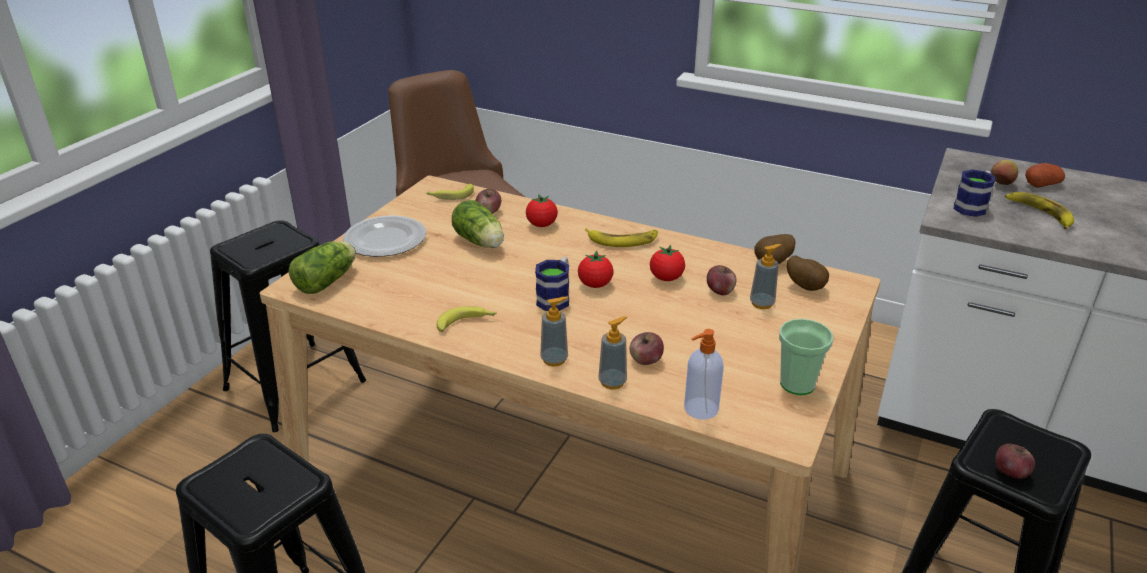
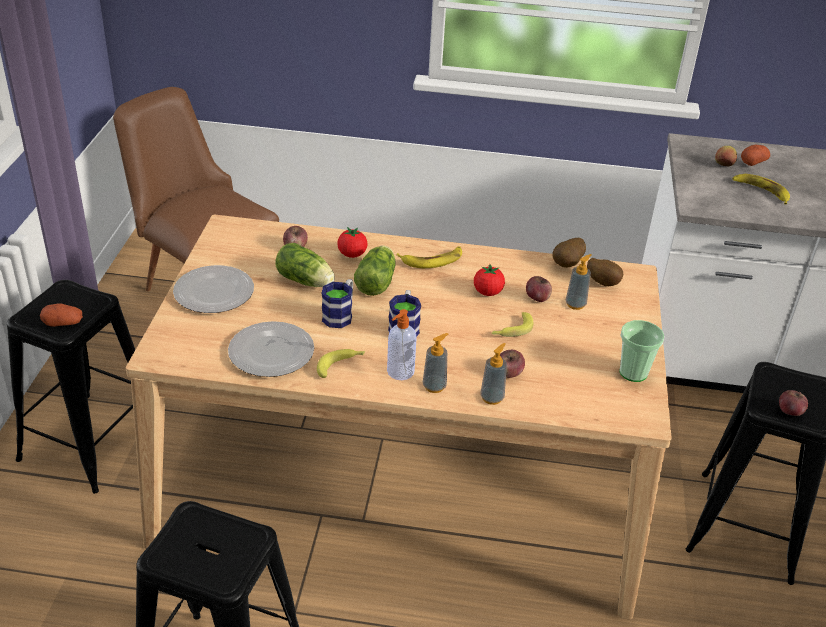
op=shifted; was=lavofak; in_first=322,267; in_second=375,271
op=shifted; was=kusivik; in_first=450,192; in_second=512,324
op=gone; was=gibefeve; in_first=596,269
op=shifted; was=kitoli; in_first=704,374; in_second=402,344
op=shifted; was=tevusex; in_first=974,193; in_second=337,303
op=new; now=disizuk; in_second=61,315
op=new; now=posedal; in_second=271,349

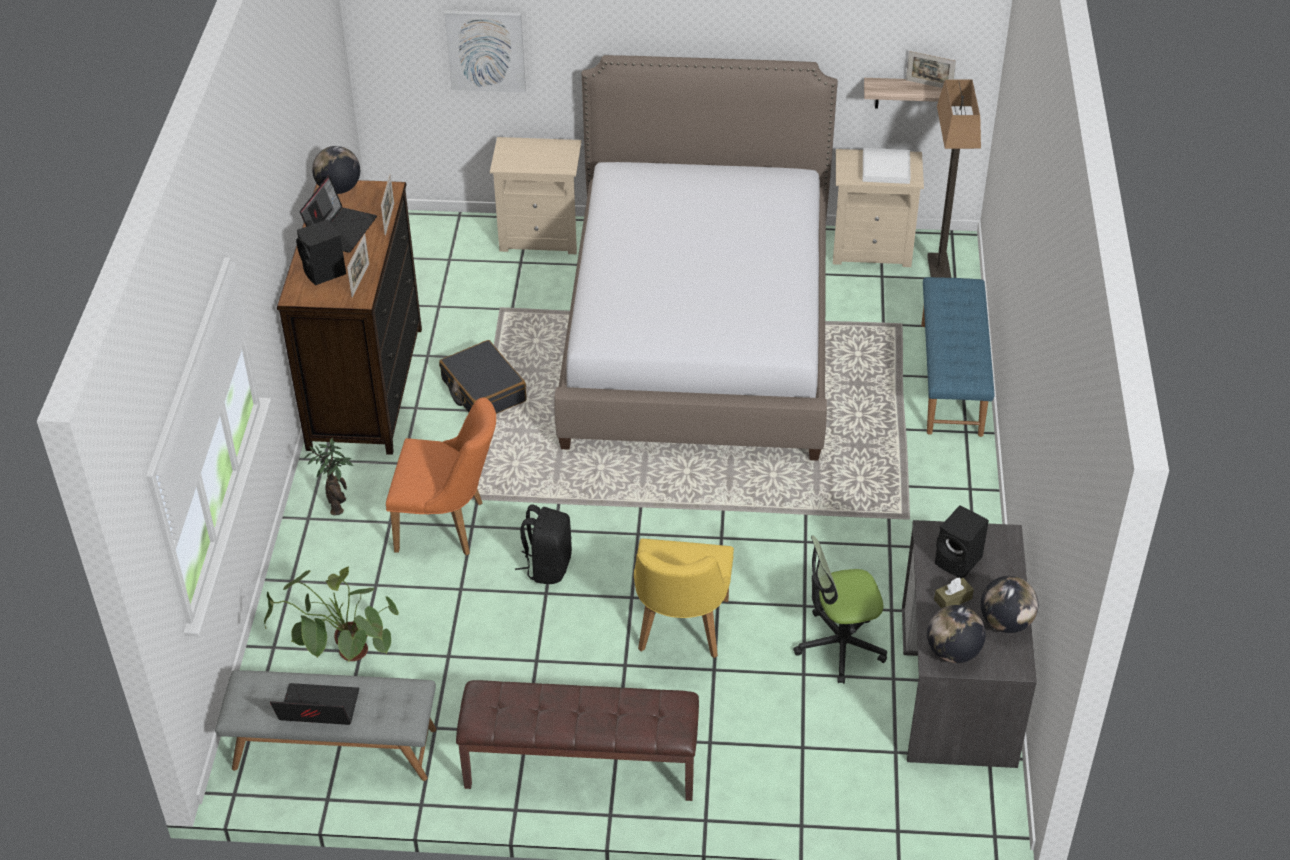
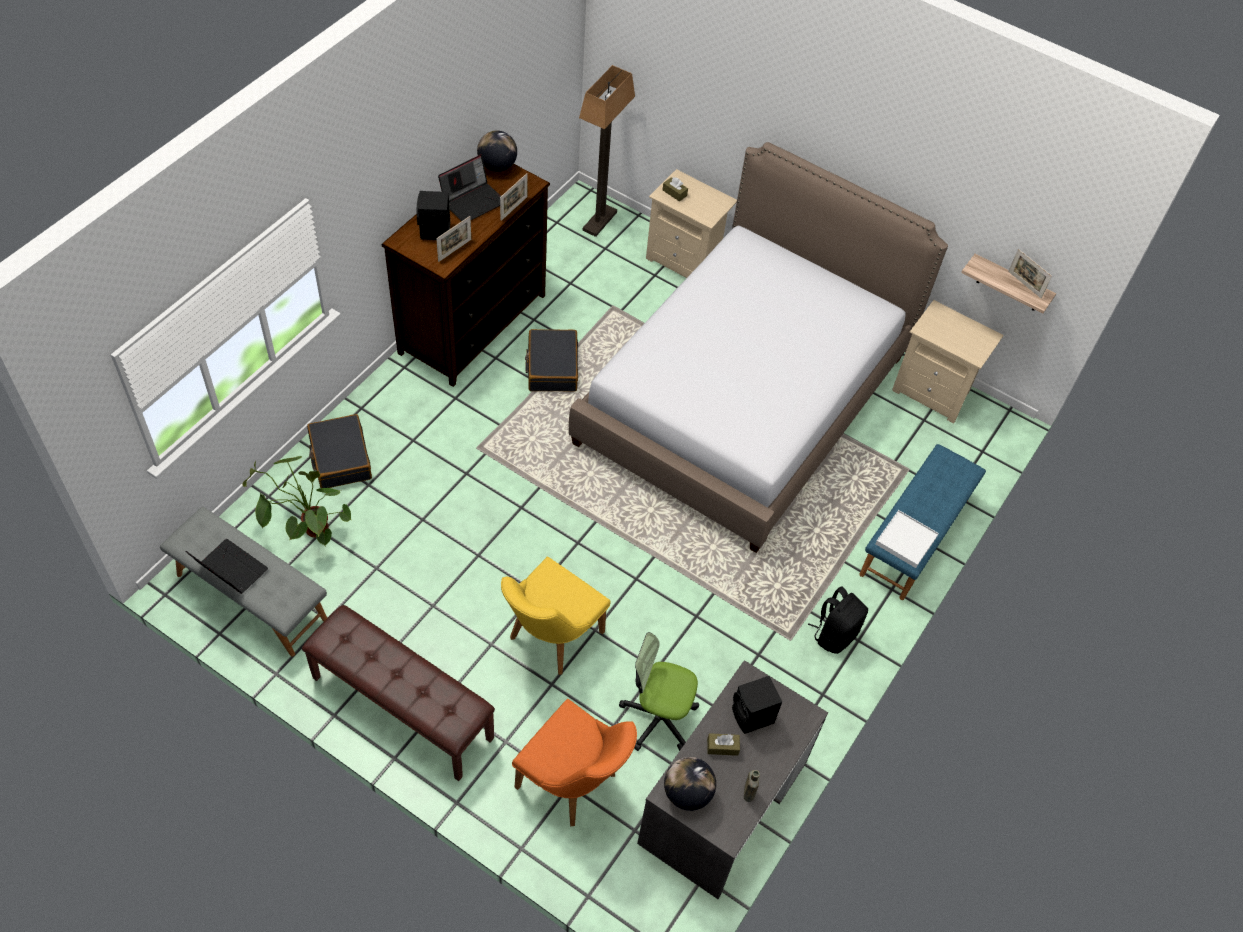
op=gone; was=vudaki; in_first=328,476
op=shifted; was=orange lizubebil; in_first=441,476; in_second=574,762
op=gone; was=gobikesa; in_first=485,51
op=shifted; was=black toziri; in_first=543,544; in_second=838,620
op=shifted; was=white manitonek; in_first=887,166; in_second=907,539
op=shifted; was=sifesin; in_first=954,178; in_second=607,151
op=swapped; was=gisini; now=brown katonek; in_first=1009,604; in_second=752,786
op=new; now=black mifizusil; in_second=339,451
op=new; now=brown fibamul; in_second=675,189

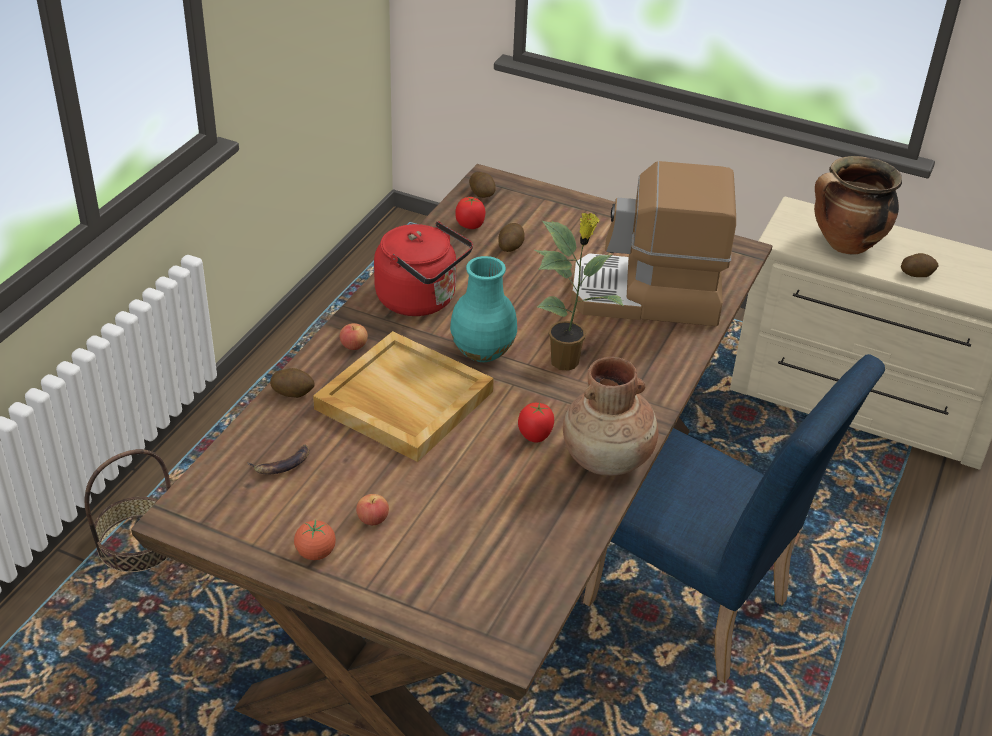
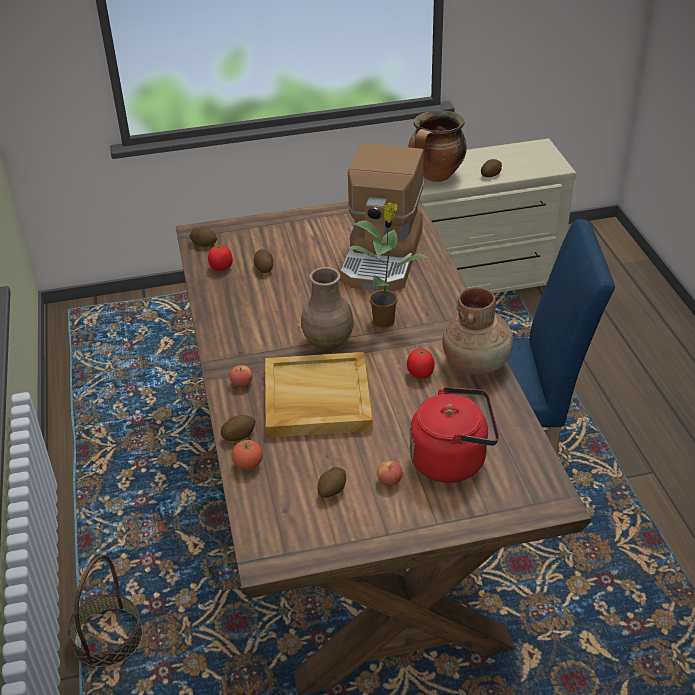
op=gone; was=kusivik; in_first=278,459
op=shifted; was=gibefeve; in_first=315,540; in_second=247,455
op=shifted; was=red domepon; in_first=423,268; in_second=454,435
op=repainted; was=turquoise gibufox; now=brown gibufox; in_first=483,309; in_second=327,308
op=rotated; was=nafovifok; in_first=653,243; in_second=382,217; clockwise=-45
op=new; now=disizuk; in_second=331,482

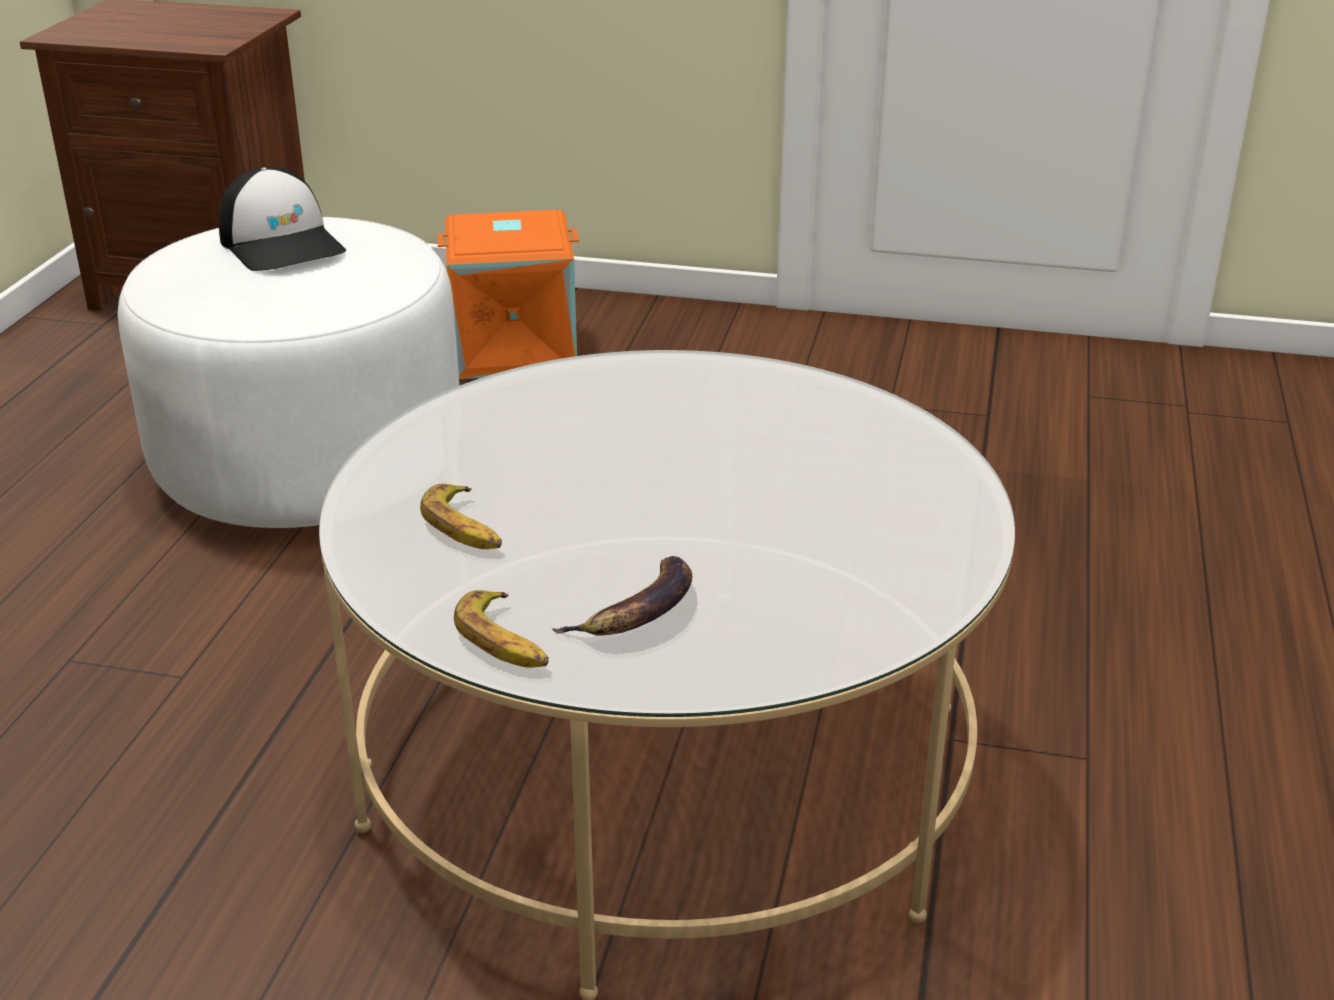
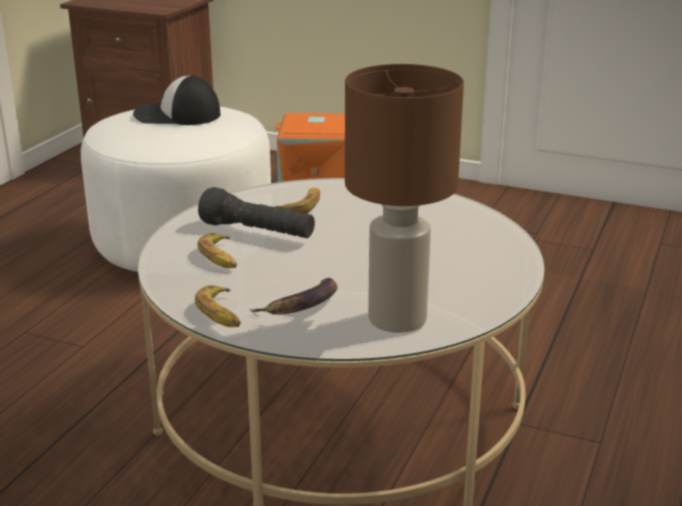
op=rotated; was=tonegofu; in_first=282,219; in_second=177,100; clockwise=120
op=new; now=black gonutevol; in_second=256,212
op=new; now=kusivik; in_second=297,201
op=new; now=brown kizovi; in_second=404,198

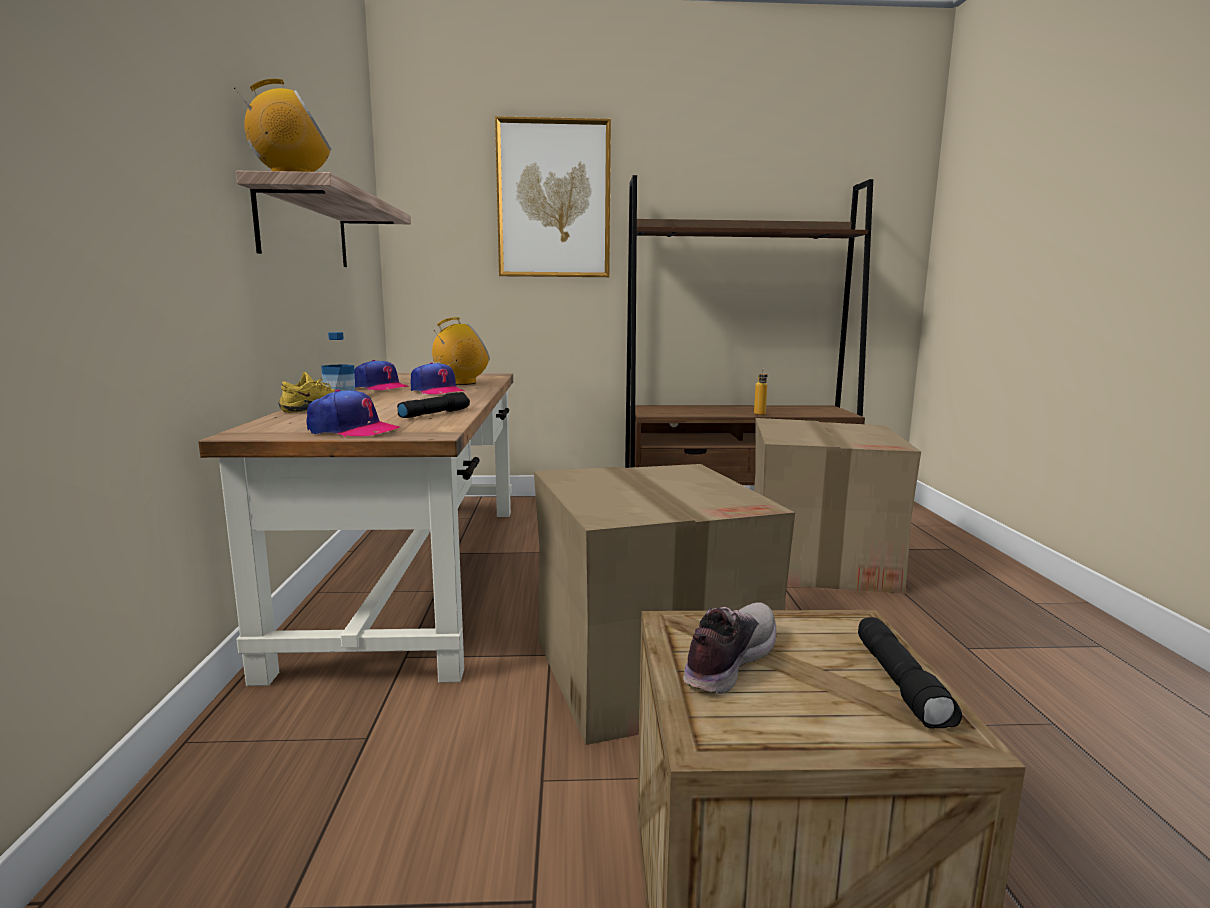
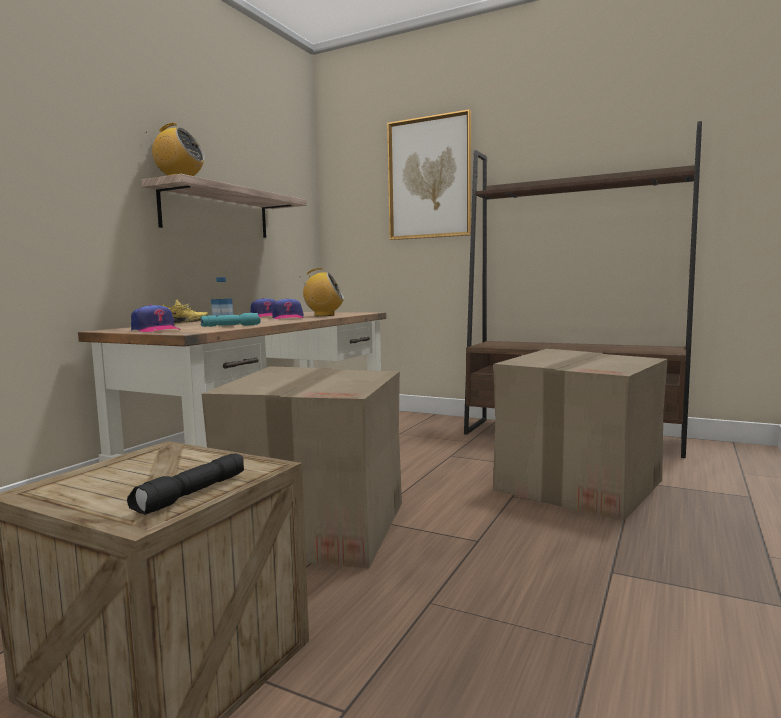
op=repainted; was=black gonutevol; now=turquoise gonutevol; in_first=433,405; in_second=230,320
op=gone; was=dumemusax; in_first=729,648
op=gone; was=katonek; in_first=761,391

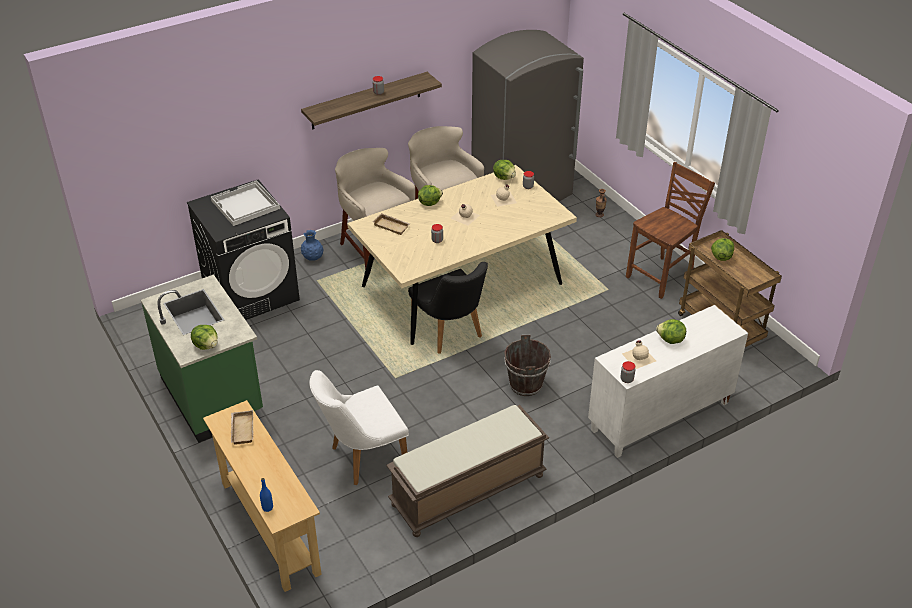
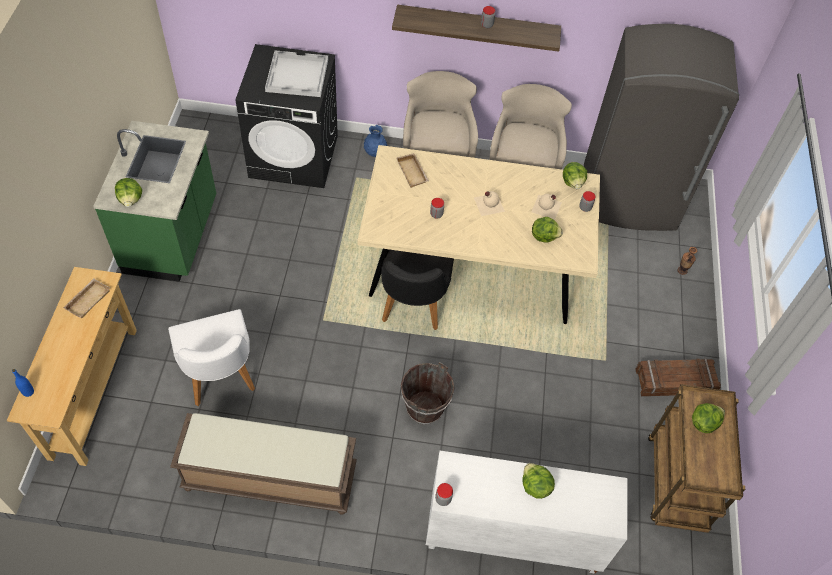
op=rotated; was=white lizubebil; in_first=359,427; in_second=211,357; clockwise=-120
op=shifted; was=lavofak; in_first=430,195; in_second=547,230
op=gone; was=beige katonek; in_first=639,354
op=swapped; was=brown lizubebil; now=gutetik; in_first=670,230; in_second=678,377

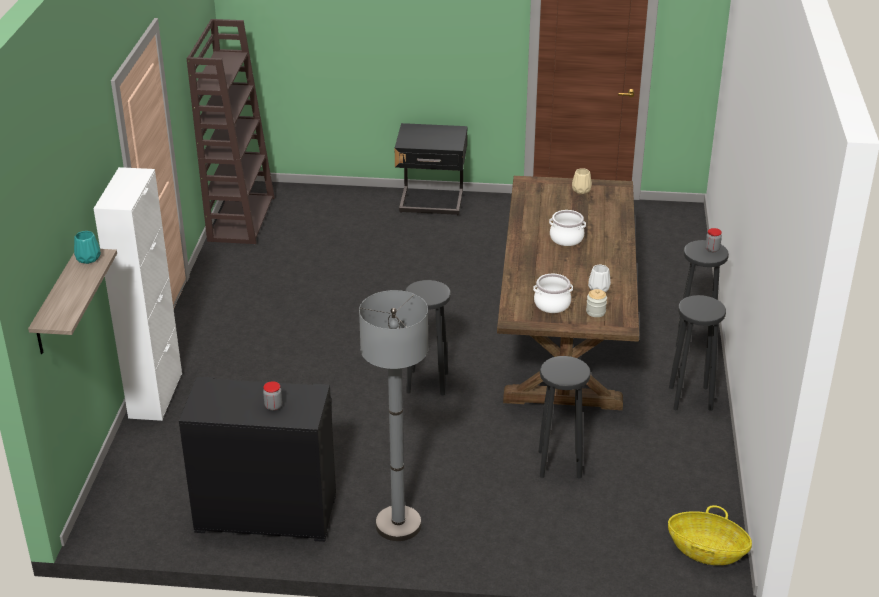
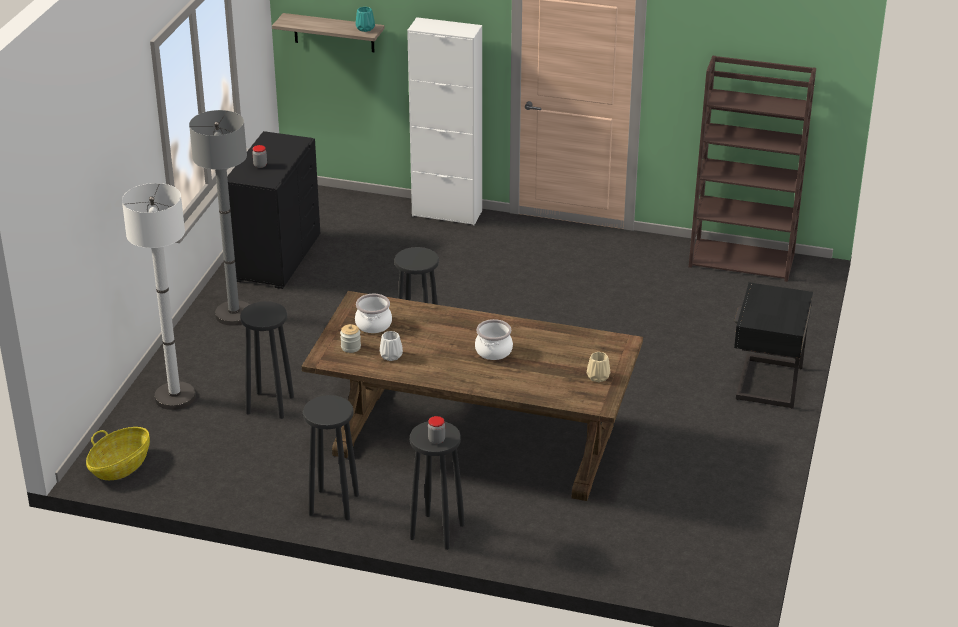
op=new; now=white sifesin; in_second=159,296

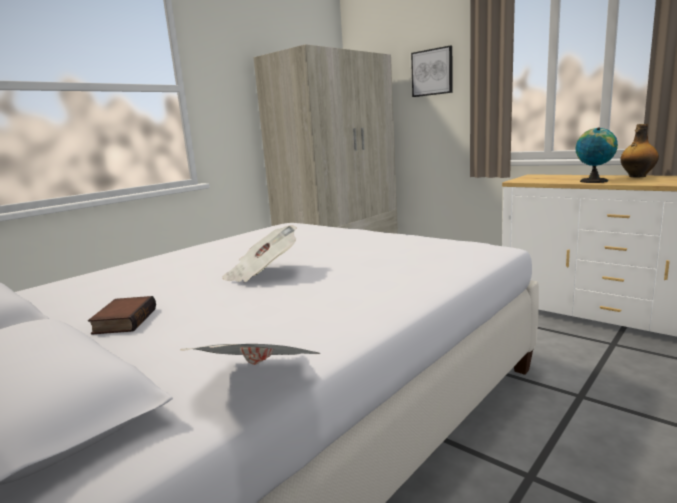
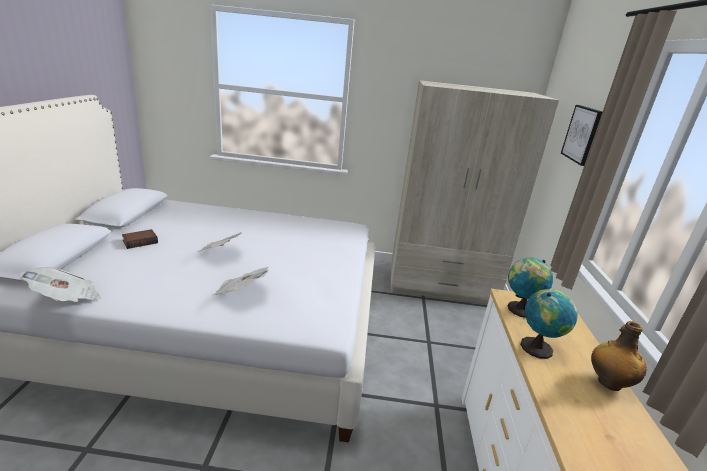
op=new; now=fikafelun; in_second=241,281
op=new; now=gisini; in_second=530,288

